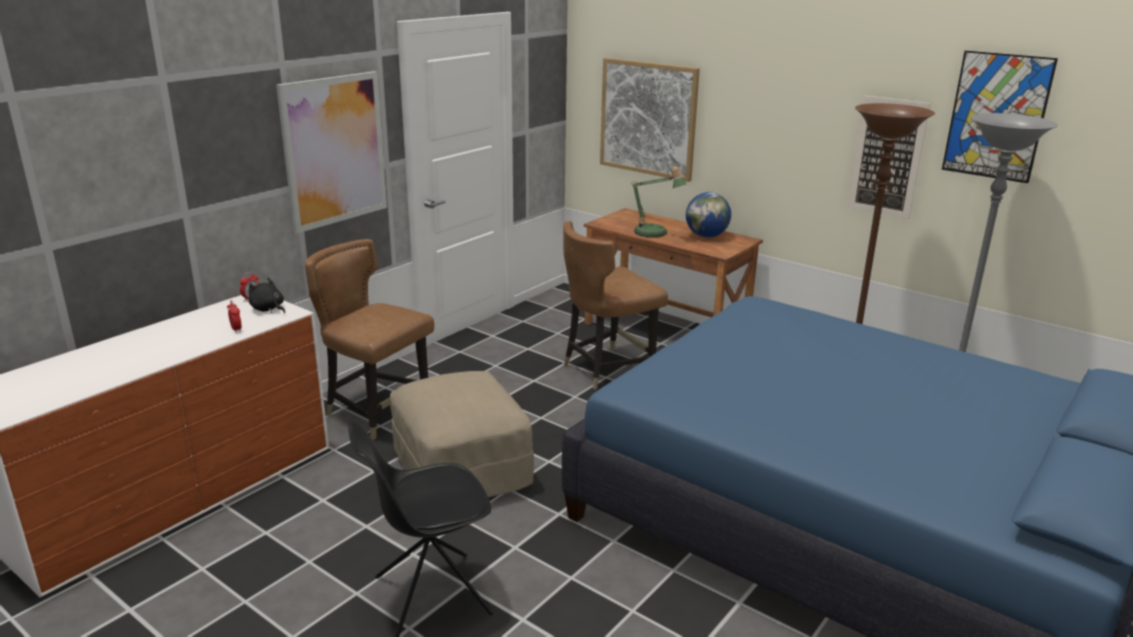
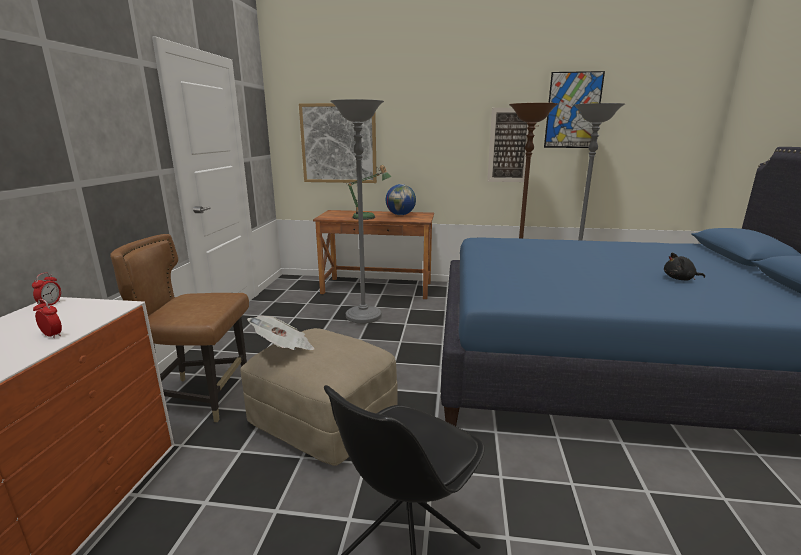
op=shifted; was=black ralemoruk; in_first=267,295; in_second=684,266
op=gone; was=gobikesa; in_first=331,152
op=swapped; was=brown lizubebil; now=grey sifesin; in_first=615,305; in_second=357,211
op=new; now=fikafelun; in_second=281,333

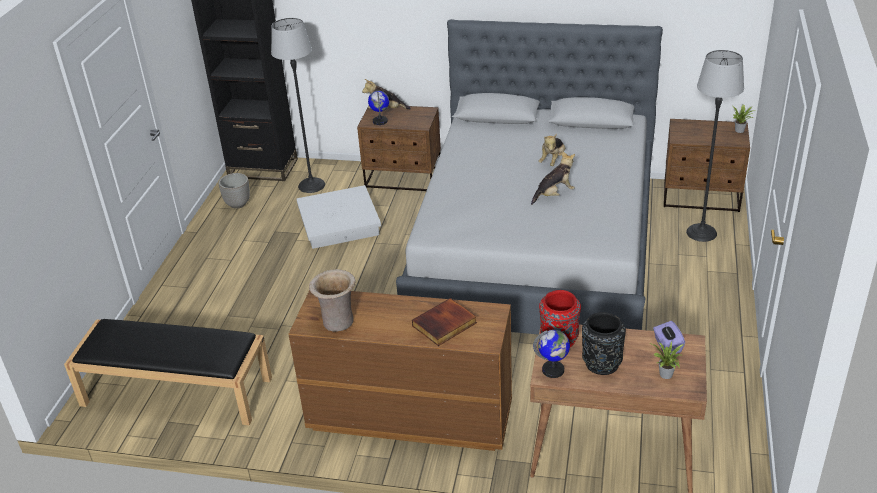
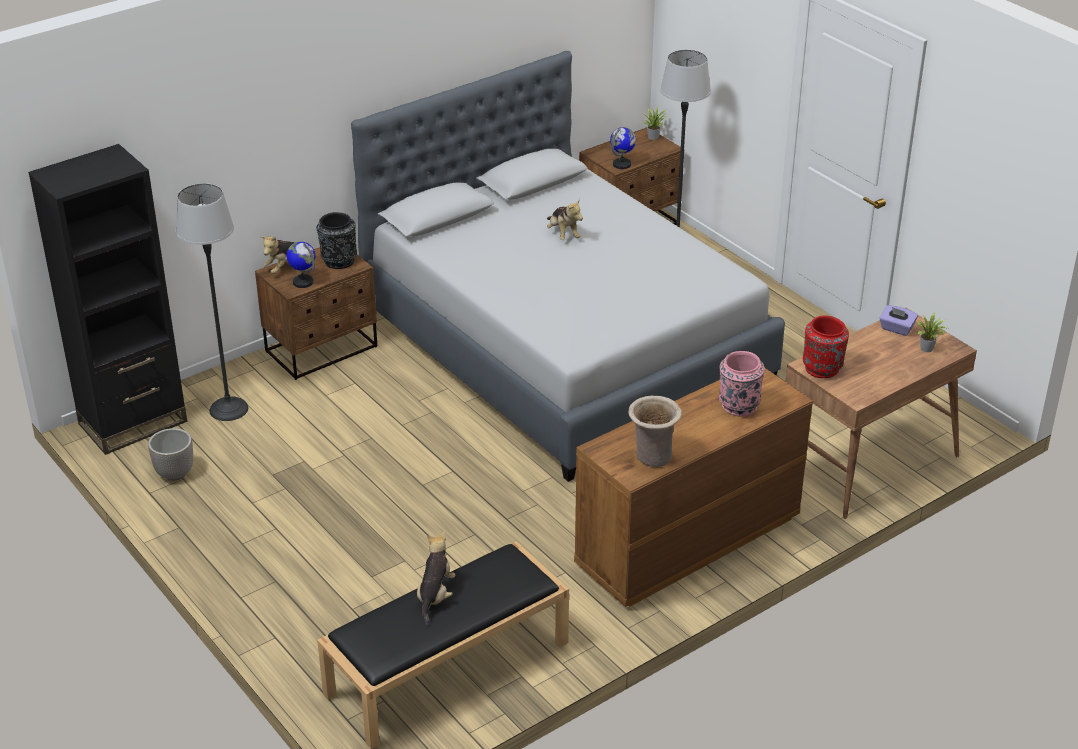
op=gone; was=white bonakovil; in_first=338,217
op=swapped; was=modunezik; now=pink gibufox; in_first=444,322; in_second=742,384
op=shifted; was=ralemoruk; in_first=553,178; in_second=436,578
op=shifted; was=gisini; in_first=551,354; in_second=623,148
op=shifted; was=black gibufox; in_first=604,343; in_second=336,240

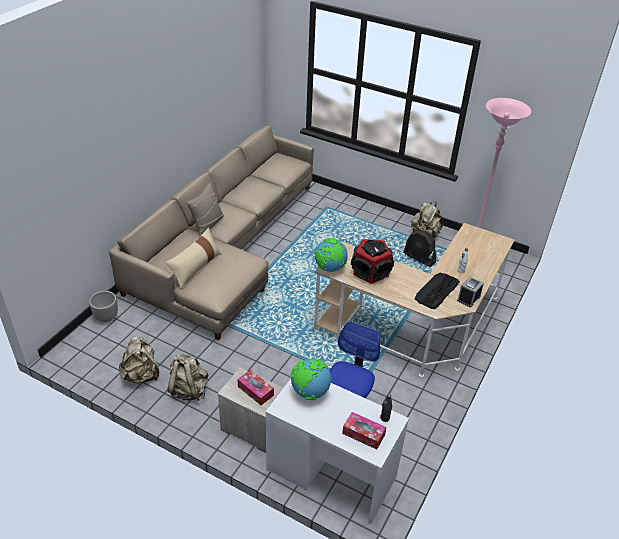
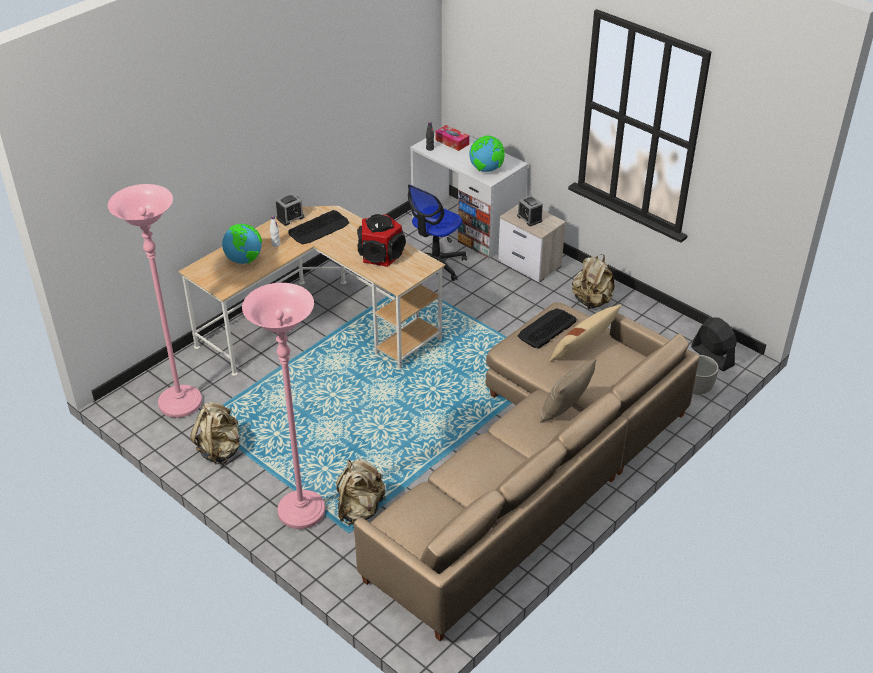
op=shifted; was=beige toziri; in_first=139,360; in_second=361,492
op=swapped; was=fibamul; now=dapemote; in_first=255,387; in_second=530,210
op=shifted; was=gisini; in_first=331,255; in_second=242,244
op=shifted; was=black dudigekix; in_first=419,249; in_second=714,344
op=new; now=pink sifesin; in_second=283,406
op=new; now=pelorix; in_second=547,328

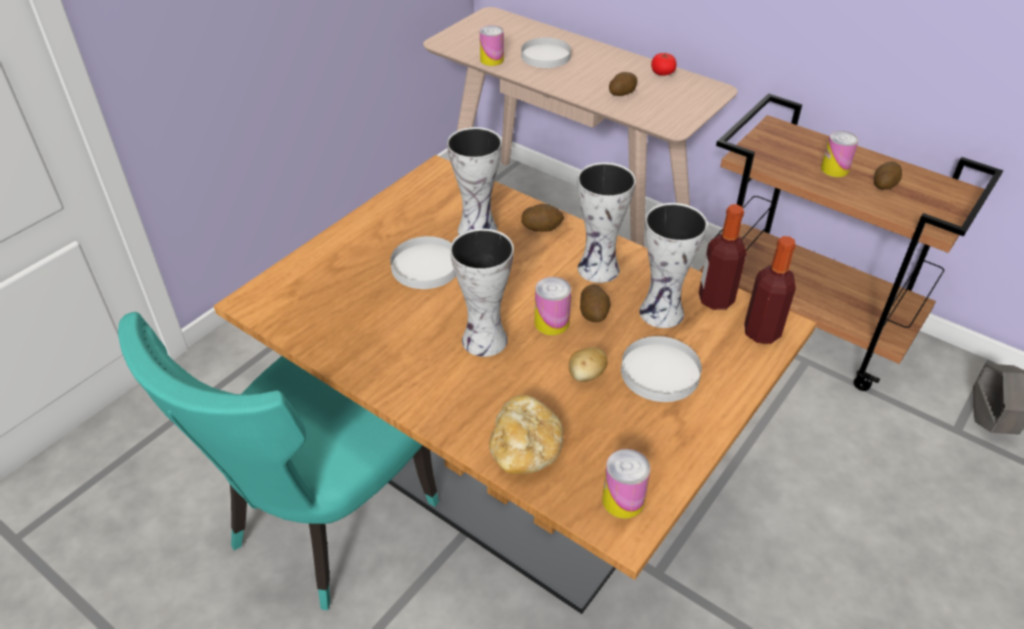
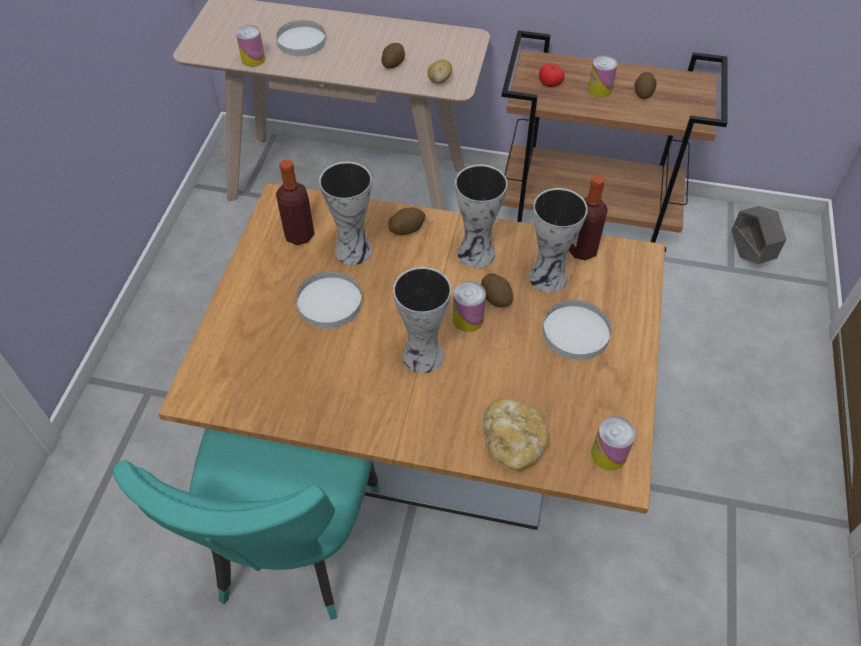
op=shifted; was=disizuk; in_first=588,364; in_second=439,71
op=shifted; was=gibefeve; in_first=664,64; in_second=552,75
op=shifted; was=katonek; in_first=770,290; in_second=295,202

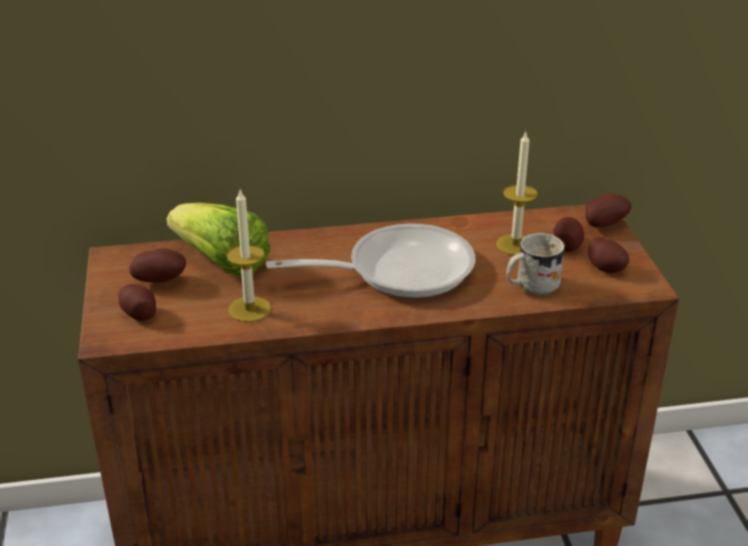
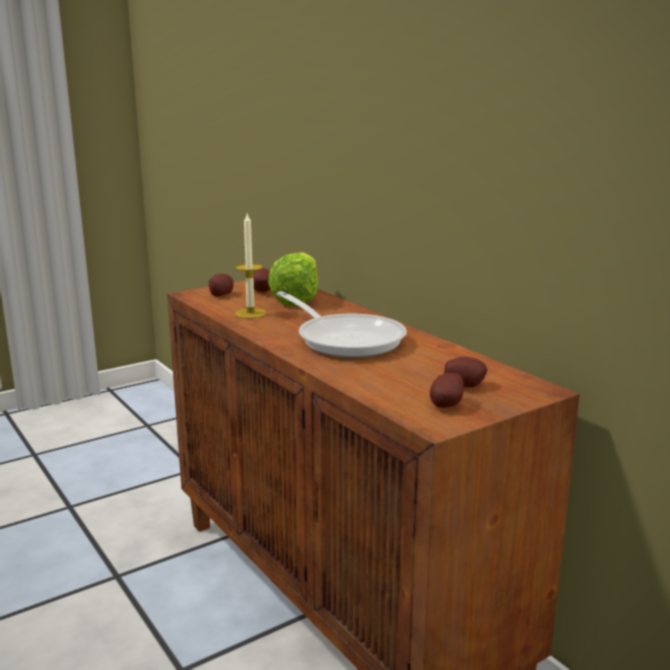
op=gone; was=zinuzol; in_first=517,193
op=gone; was=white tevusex; in_first=535,264
op=gone; was=disizuk; in_first=609,211

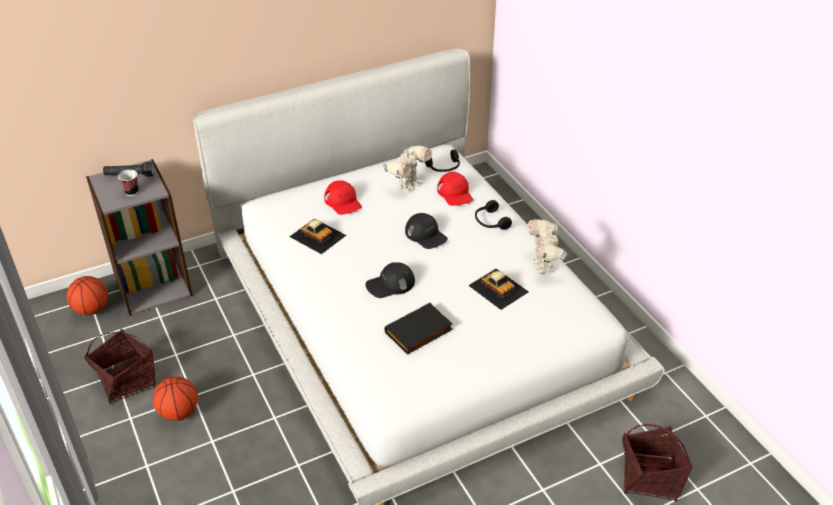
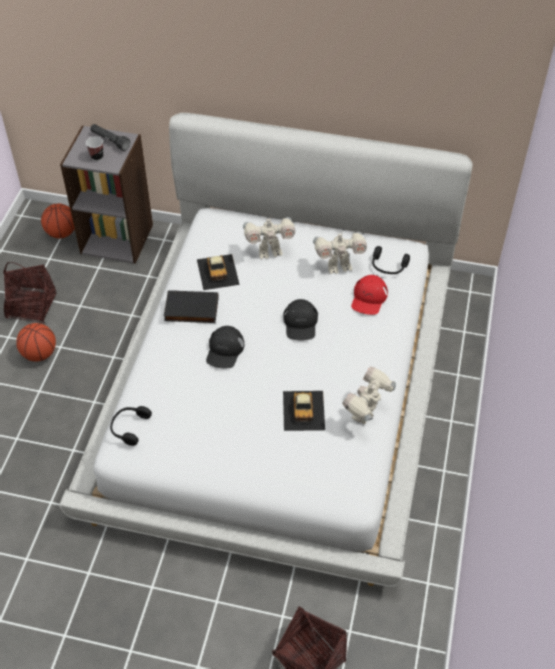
op=swapped; was=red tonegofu; now=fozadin; in_first=343,197; in_second=269,238
op=rotated; was=black tonegofu; in_first=390,280; in_second=225,347; clockwise=-90
op=shifted; was=black modunezik; in_first=419,329; in_second=191,306
op=shifted; was=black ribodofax; in_first=493,215; in_second=131,426

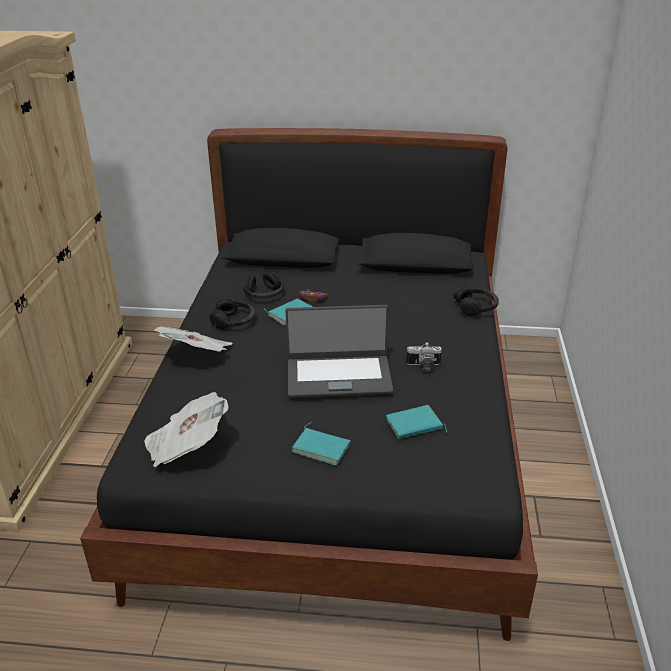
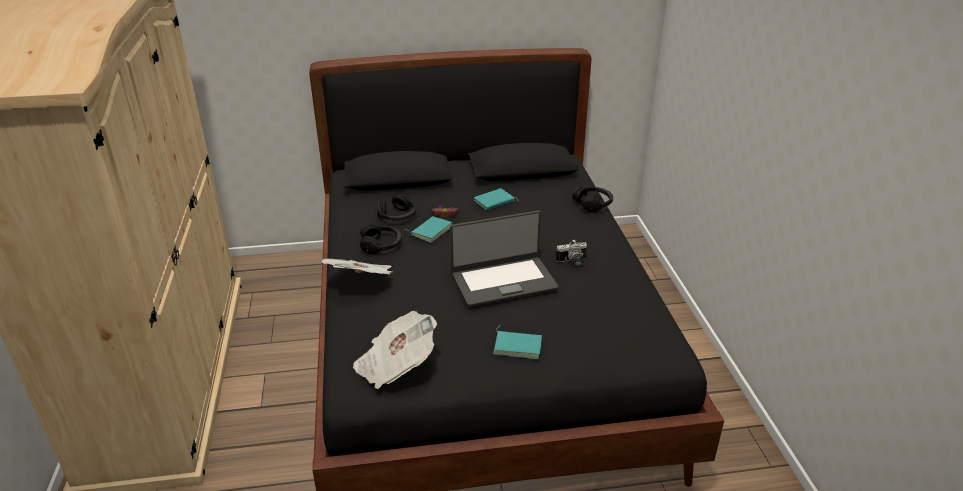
op=shifted; was=turquoise modunezik; in_first=416,422; in_second=496,199

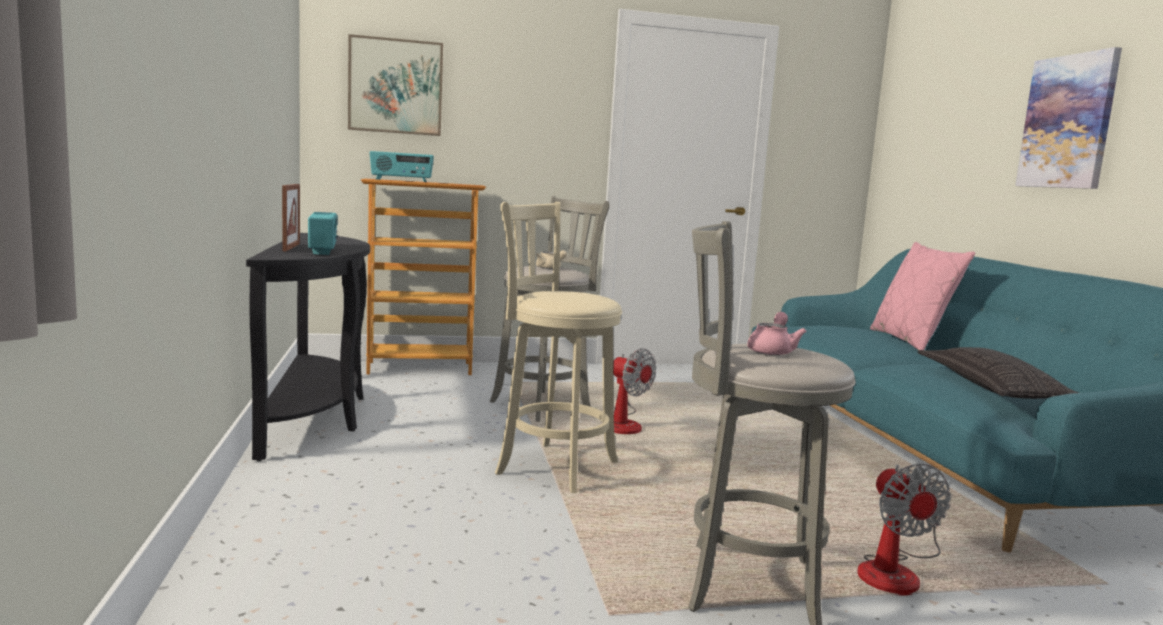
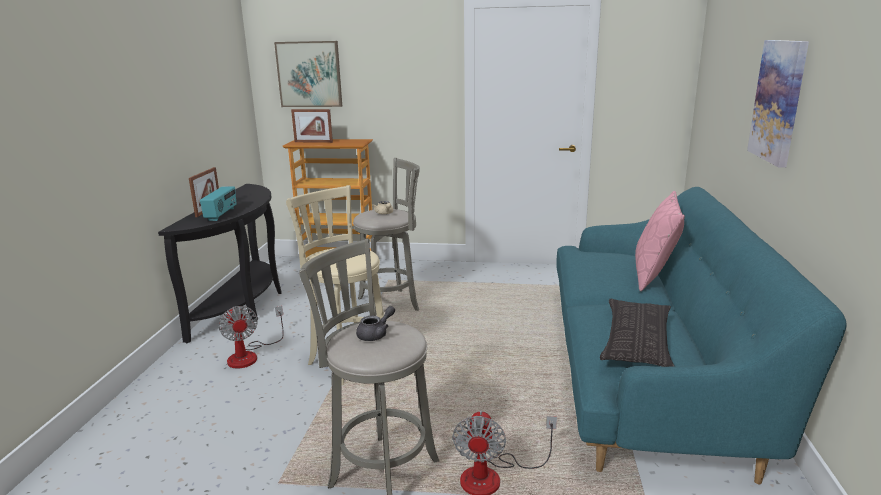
op=swapped; was=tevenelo; now=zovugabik; in_first=401,166; in_second=312,126
op=shifted; was=dudigekix; in_first=634,391; in_second=251,337
op=repainted; was=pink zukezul; now=grey zukezul; in_first=777,333; in_second=375,323

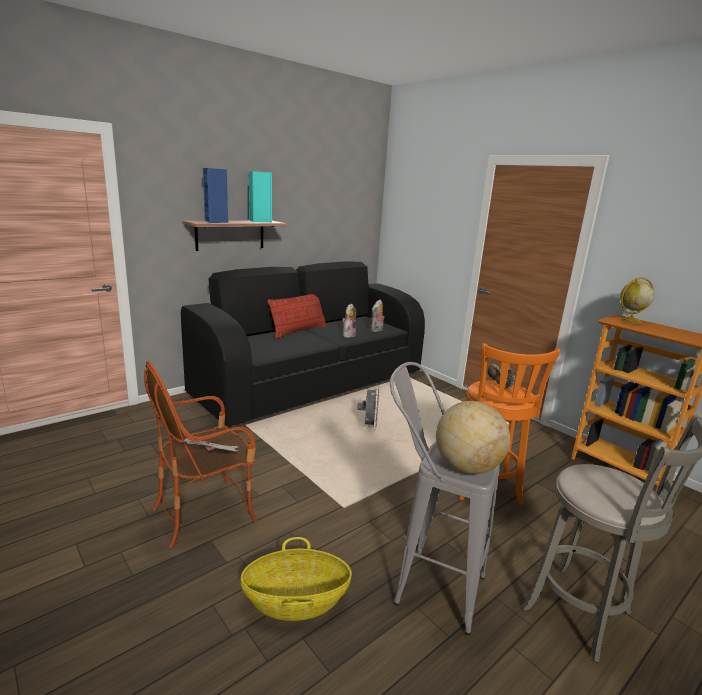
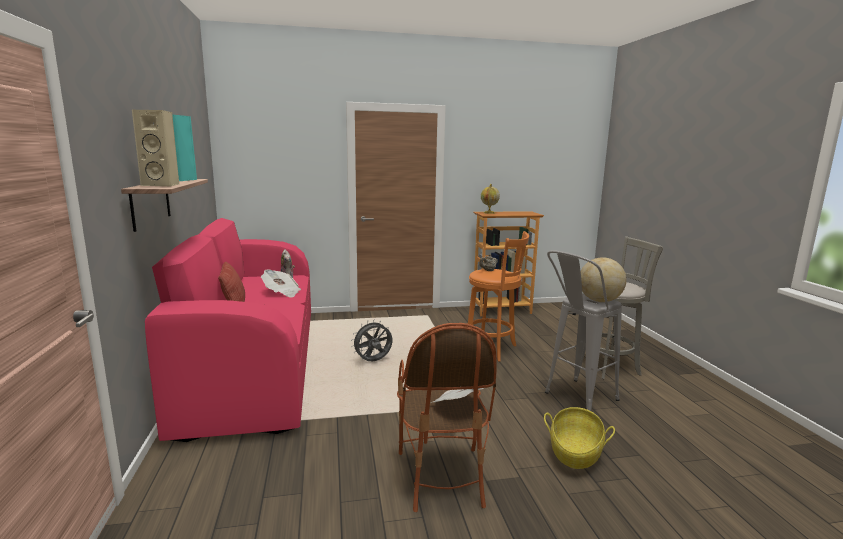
op=repainted; was=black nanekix; now=pink nanekix; in_first=303,343; in_second=228,330
op=repainted; was=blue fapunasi; now=beige fapunasi; in_first=215,195; in_second=155,148
op=swapped; was=ralemoruk; now=fikafelun; in_first=349,321; in_second=281,283
op=rotated; was=grey dudigekix; in_first=368,407; in_second=371,341; clockwise=-60

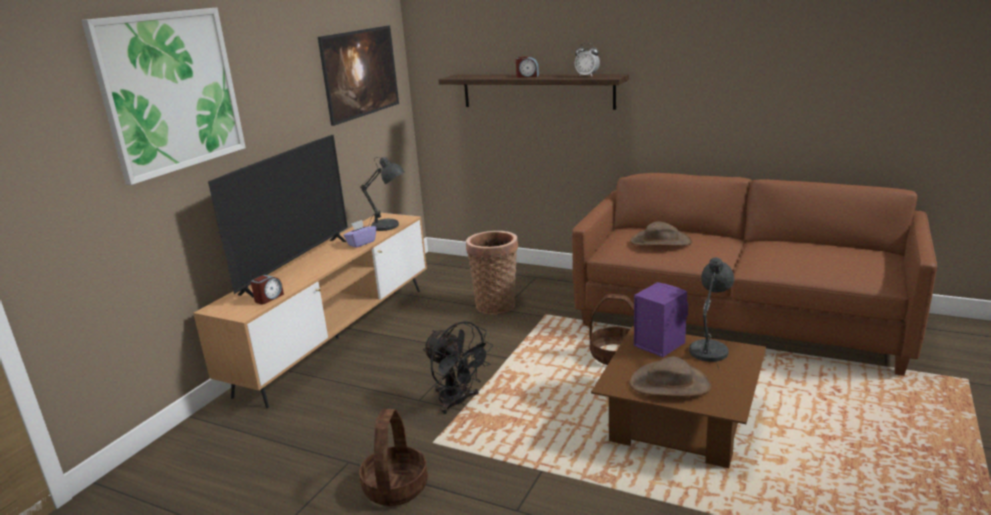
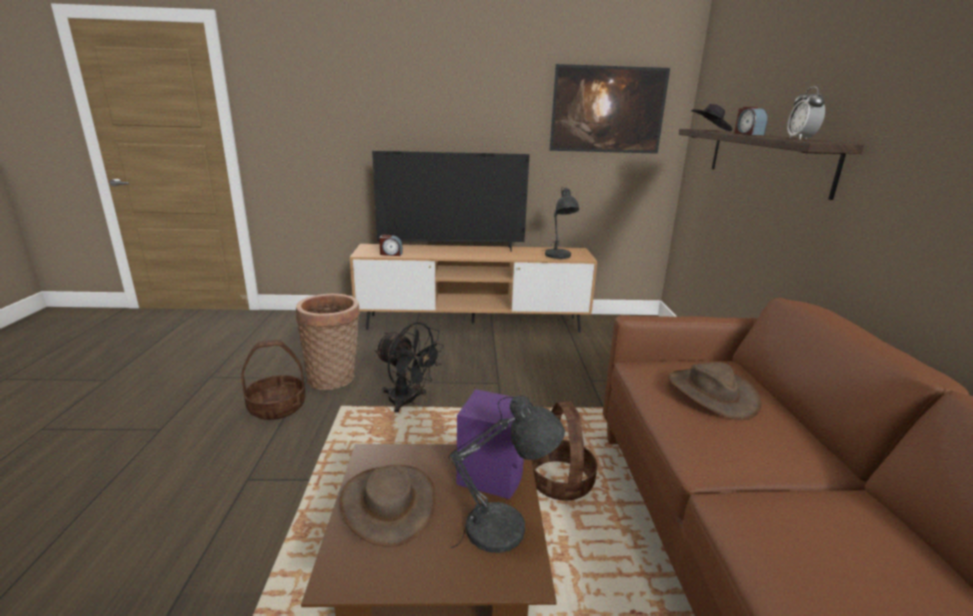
op=gone; was=gobikesa; in_first=163,96
op=gone; was=purple fibamul; in_first=359,234
op=rotated; was=black dudigekix; in_first=458,367; in_second=409,367; clockwise=-75
op=shifted; was=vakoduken; in_first=492,273; in_second=328,342
op=new; now=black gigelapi; in_second=711,117

